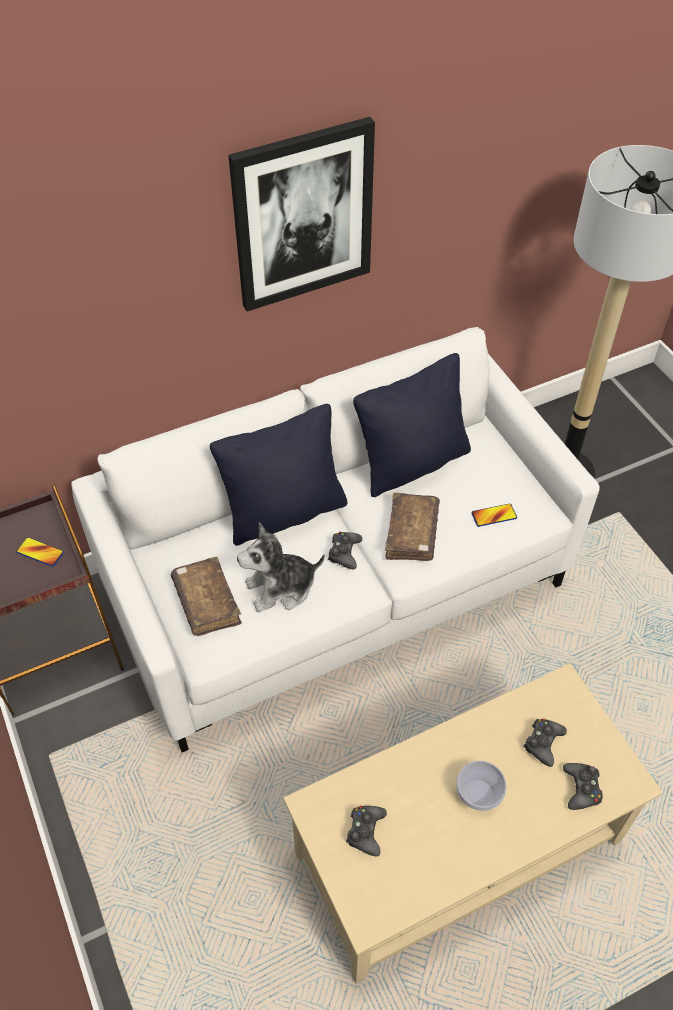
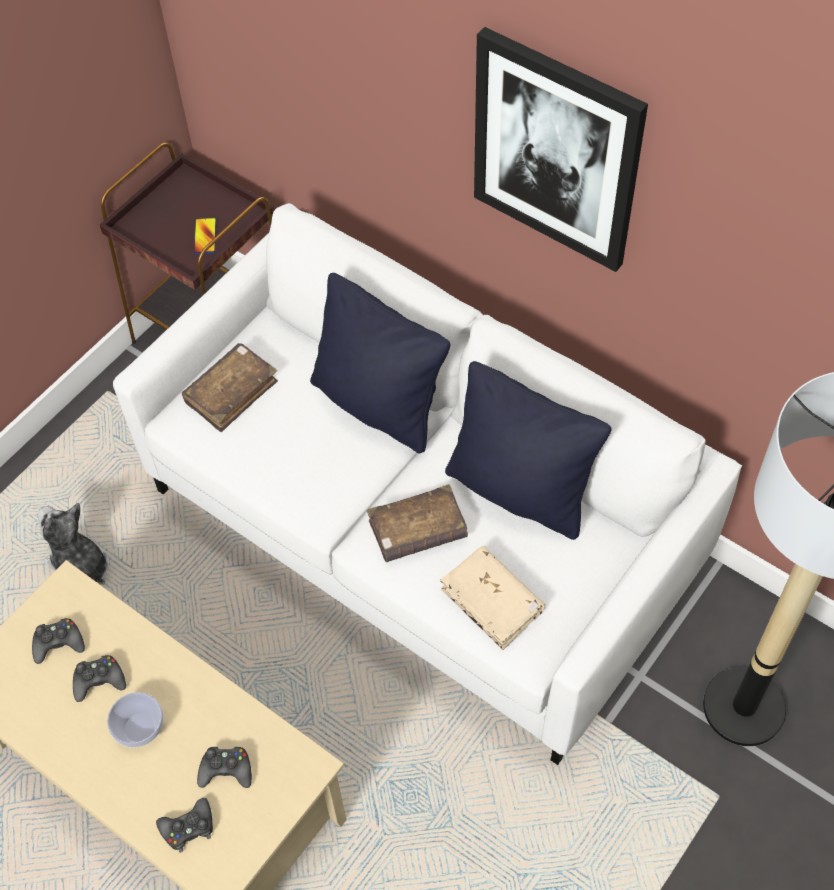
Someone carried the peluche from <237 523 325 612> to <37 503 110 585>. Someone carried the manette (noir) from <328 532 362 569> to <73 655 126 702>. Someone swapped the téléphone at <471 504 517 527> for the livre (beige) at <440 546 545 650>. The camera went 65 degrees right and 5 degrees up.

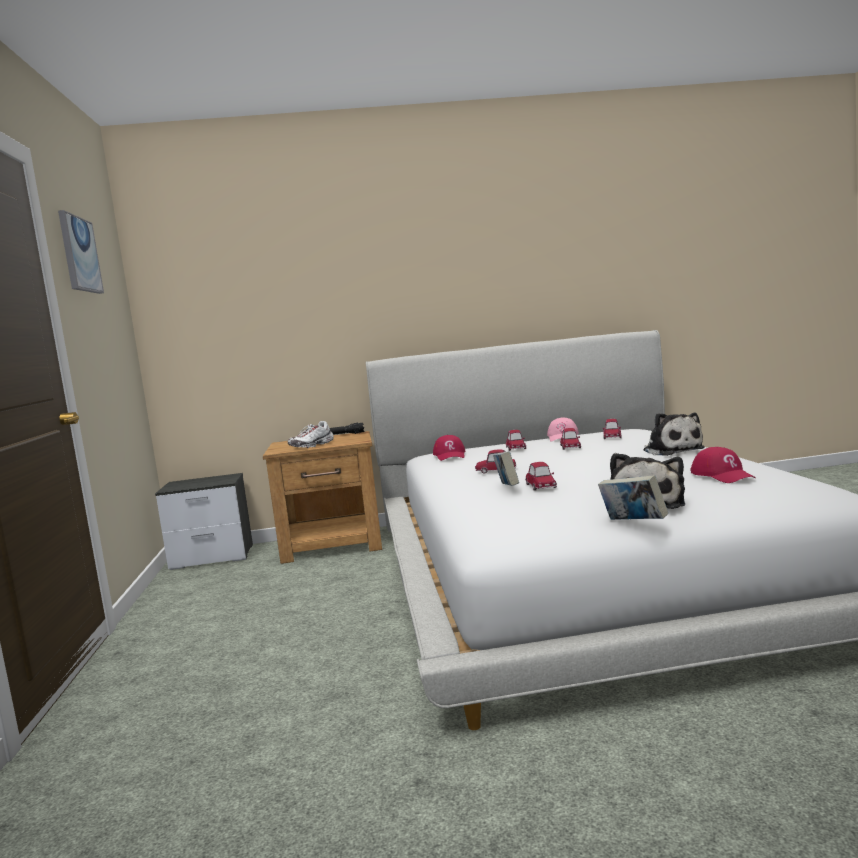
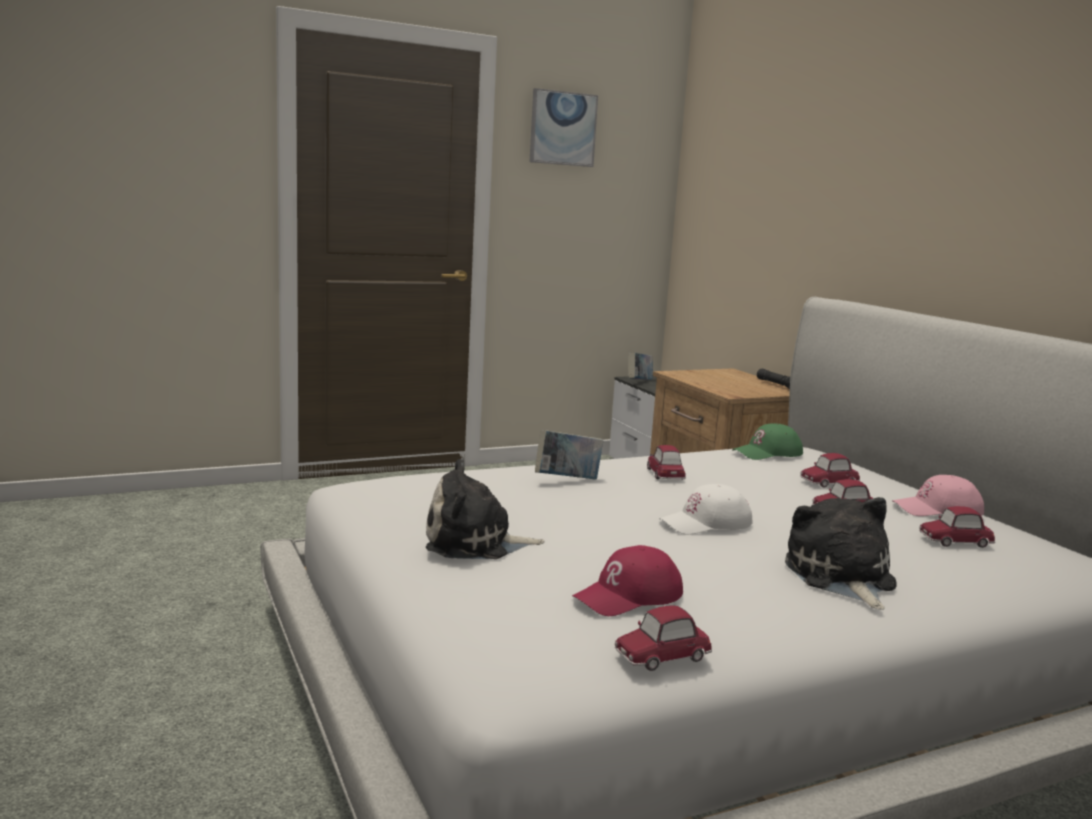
Someone carried the petite voiture from <525 462 557 491> to <615 605 712 671>. Someone carried the livre from <598 475 668 520> to <628 352 653 380>. Someone put down the casquette (blanc) at <659 484 752 535>. Someone repainted the casquette (rouge) at <433 435 465 461>, which became the casquette (vert) at <732 423 803 460>. Someone rotated the peluche at <643 413 705 456> by 120 degrees clockwise. Someone took away the chaussure (blanc) at <287 421 334 448>. The camera went 70 degrees right and 5 degrees up.

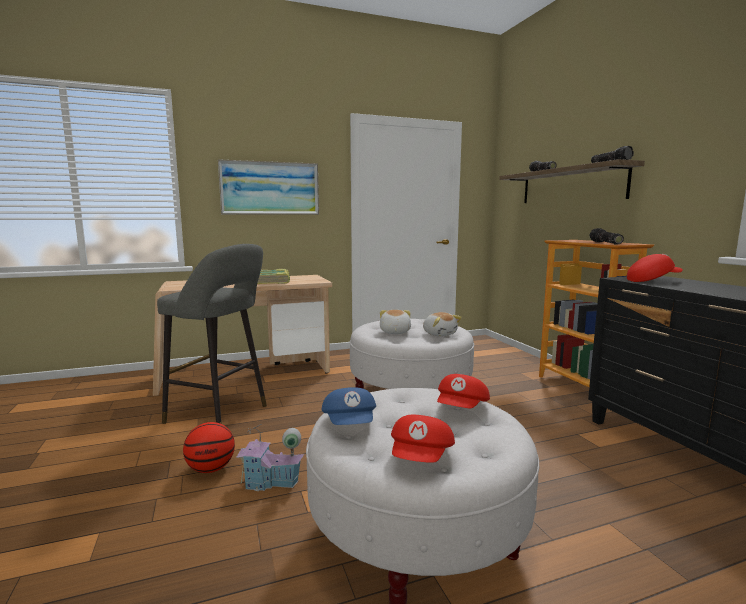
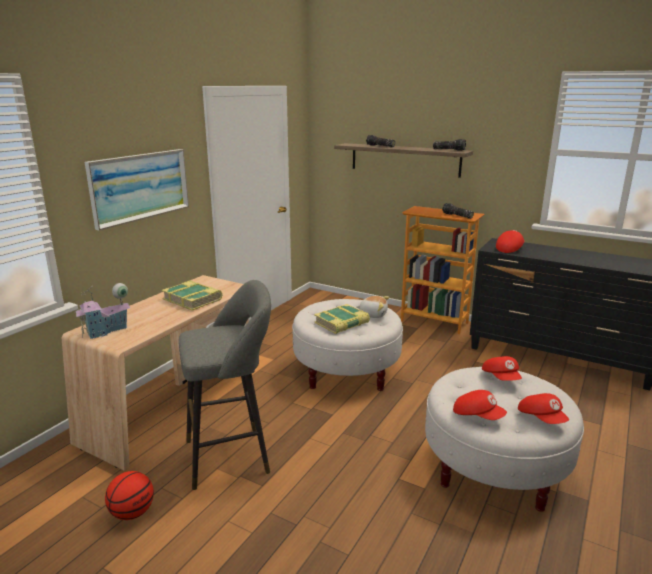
Someone carried the maison miniature from <236 424 304 491> to <75 283 130 339>. Someone carried the ballon de basket from <183 422 235 473> to <105 471 154 520>. Someone swapped the peluche at <380 310 411 334> for the livre at <314 304 370 334>. Someone repainted the casquette (bleu) at <321 387 376 425>, which became the casquette (rouge) at <453 390 507 420>. The camera went 40 degrees left and 10 degrees up.

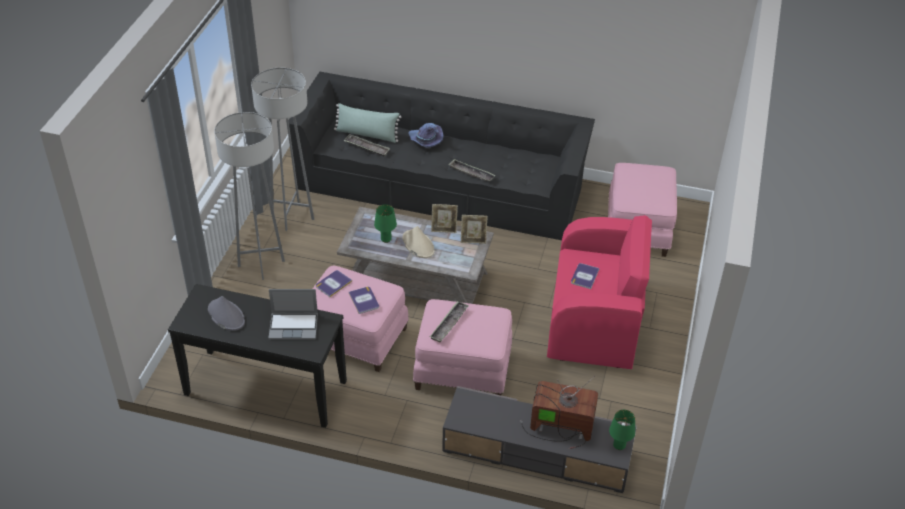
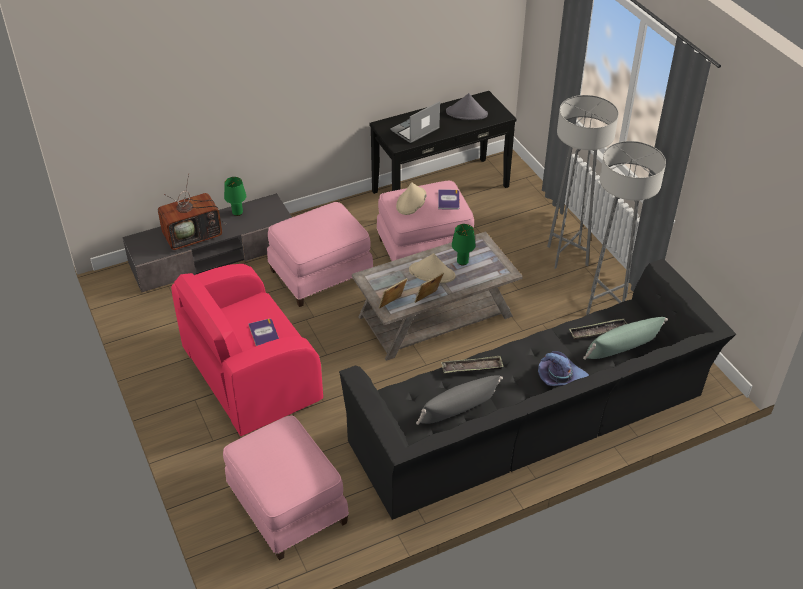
Someone carried the lampe de table (vert) from <609 410 635 450> to <224 177 246 216>. Someone swapped the livre at <348 287 379 314> for the chapeau (beige) at <396 182 426 215>. Someone put down the coussin (gris) at <416 375 503 425>. Someone took away the plateau at <430 301 469 342>. The camera went 140 degrees right and 0 degrees up.

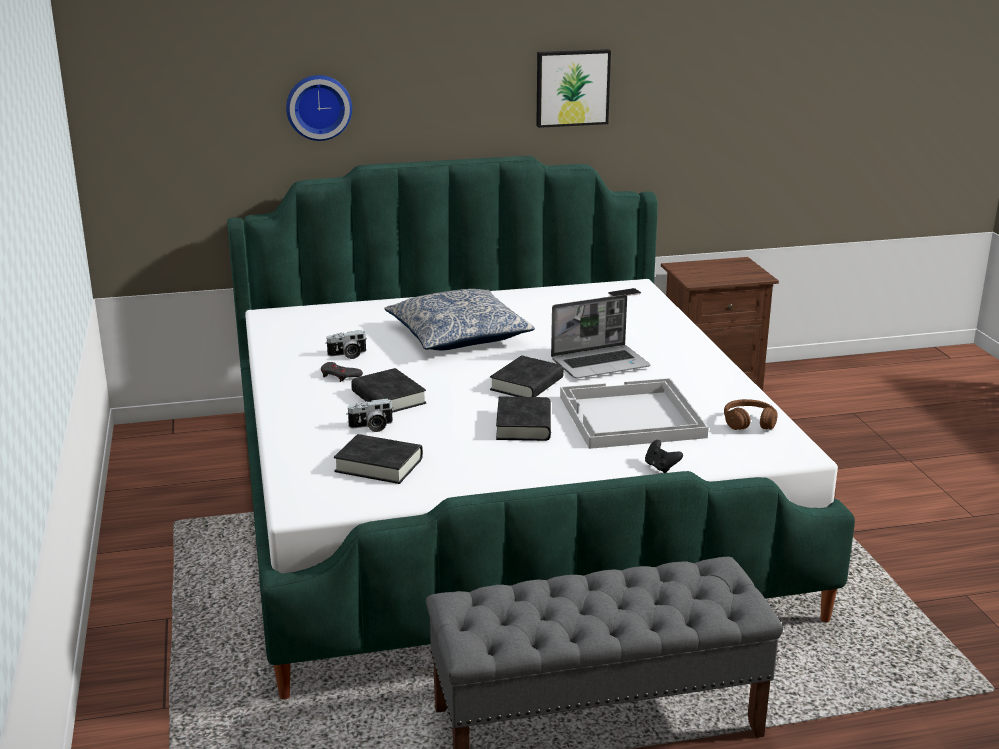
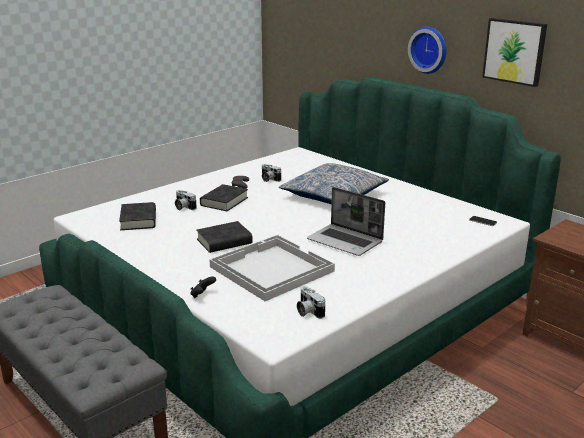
Someone swapped the casque audio (marron) at <724 399 778 430> for the appareil photo at <297 286 325 319>. Someone carried the horloge murale from <286 75 352 141> to <408 26 447 74>. Someone took away the livre (noir) at <490 355 564 397>. The camera went 60 degrees right and 0 degrees up.

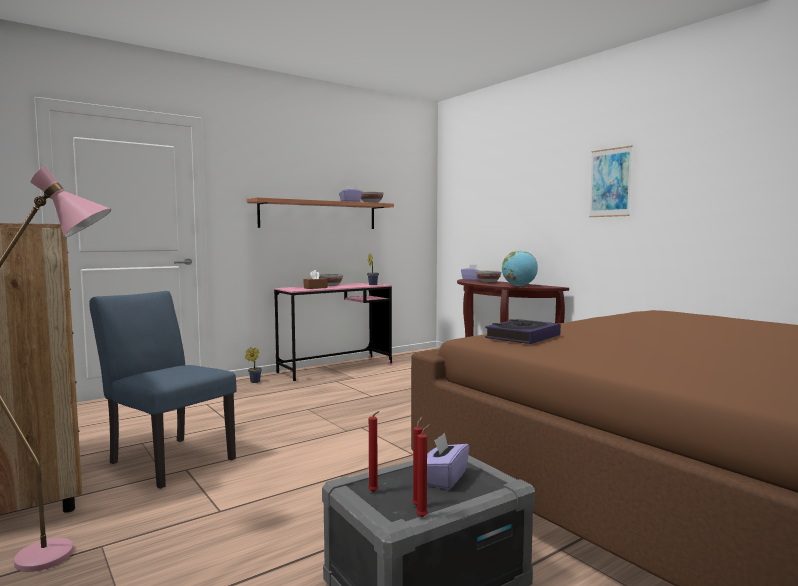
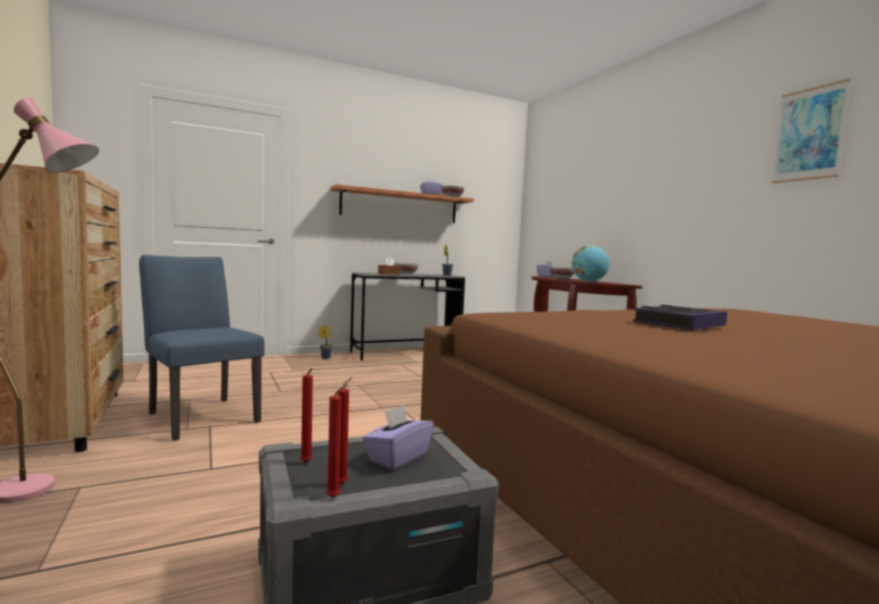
Someone repainted the bureau (rose) at <274 283 393 381>, which became the bureau (gris) at <350 272 465 360>. Someone carried the livre from <485 319 561 344> to <633 305 727 330>. Someone carried the tableau from <589 145 632 217> to <772 79 850 183>. The camera went 10 degrees right and 0 degrees up.

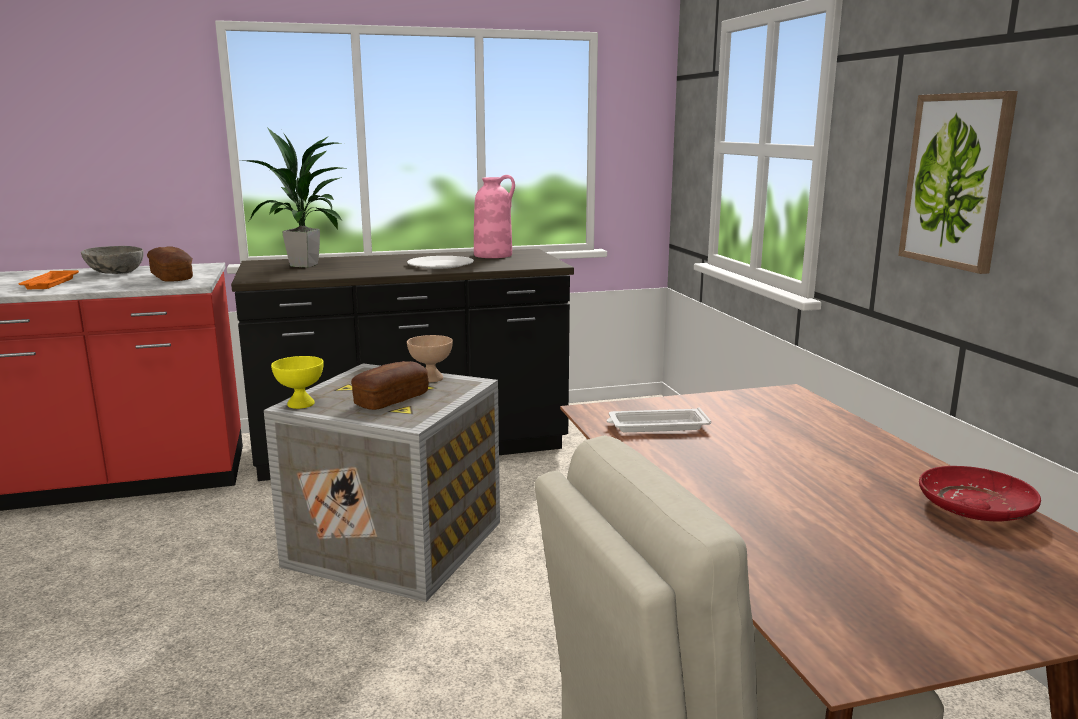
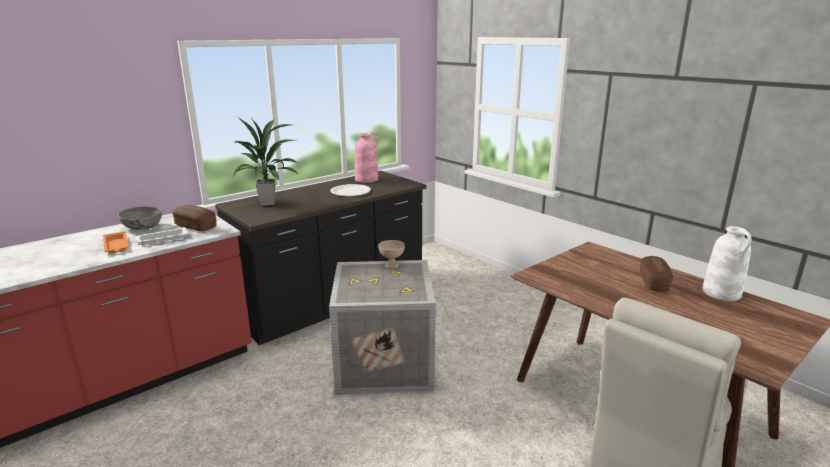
Someone carried the plateau (blanc) from <607 407 711 432> to <134 227 189 245>. Someone carried the pain from <351 361 429 410> to <640 256 673 292>. Someone swapped the assiette (rouge) at <919 466 1041 521> for the vase (blanc) at <702 226 751 301>. Someone took away the bol (jaune) at <271 356 324 409>. Someone took away the tableau at <898 91 1018 274>. The camera went 25 degrees left and 5 degrees up.

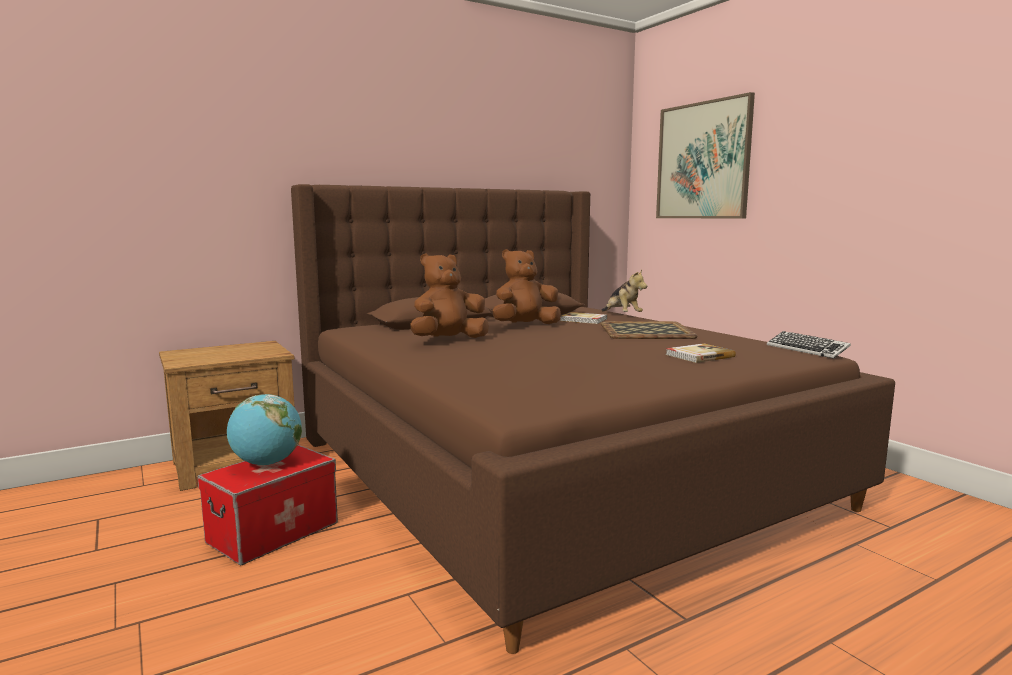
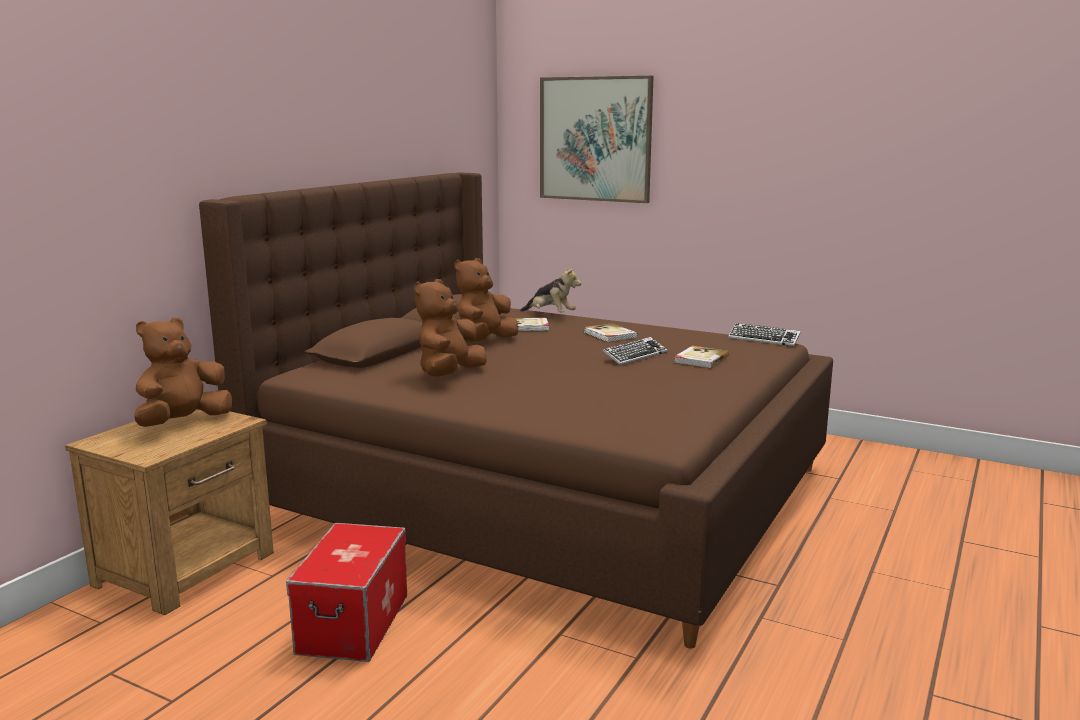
Someone put down the peluche (marron) at <134 317 232 427>. Someone swapped the plateau at <601 321 698 339> for the livre at <584 323 638 342>. Someone put down the clavier at <603 337 668 365>. Someone took away the globe at <227 394 302 465>. The camera went 30 degrees left and 5 degrees up.

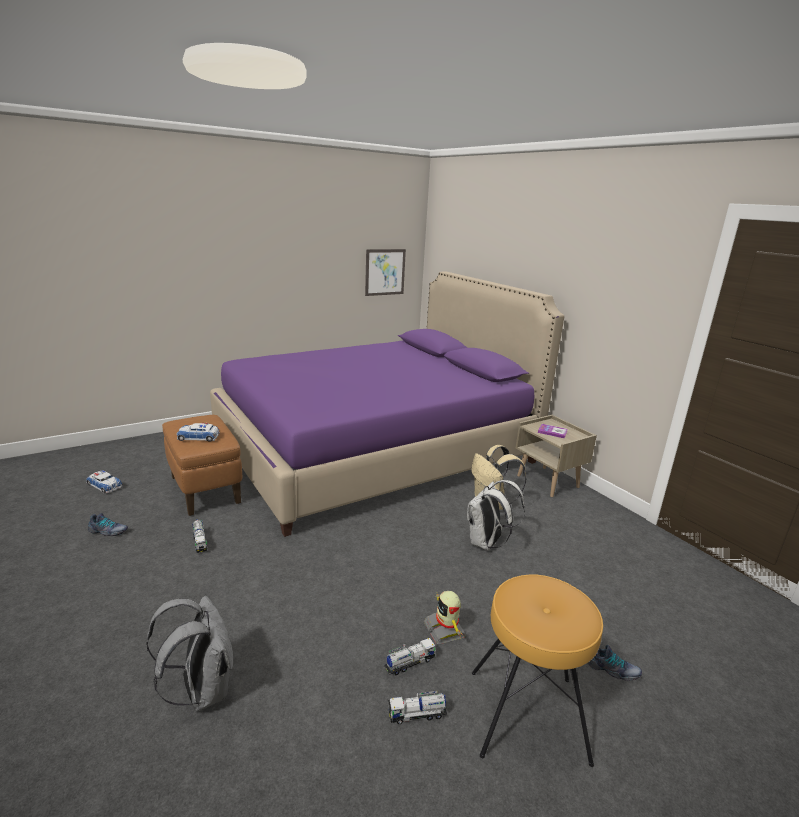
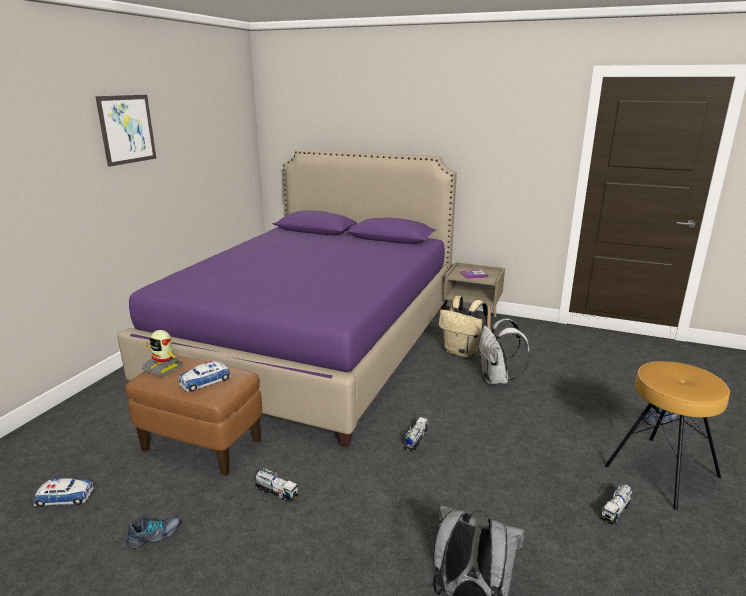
Someone carried the tableau from <365 249 406 296> to <95 95 156 167>. Someone carried the robot jouet from <424 591 466 644> to <142 330 183 377>. Someone carried the camion jouet from <384 638 436 675> to <404 417 428 451>. The camera went 35 degrees left and 0 degrees up.

